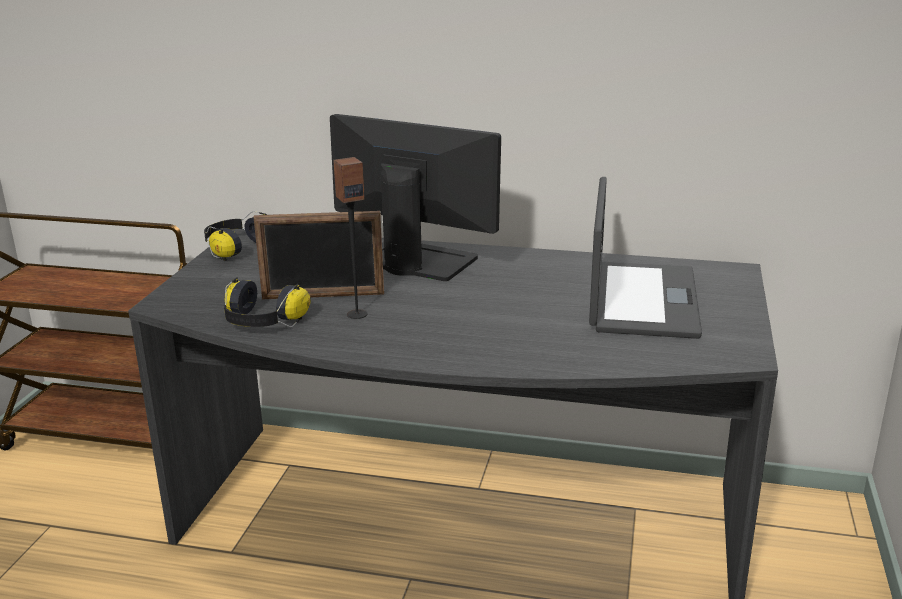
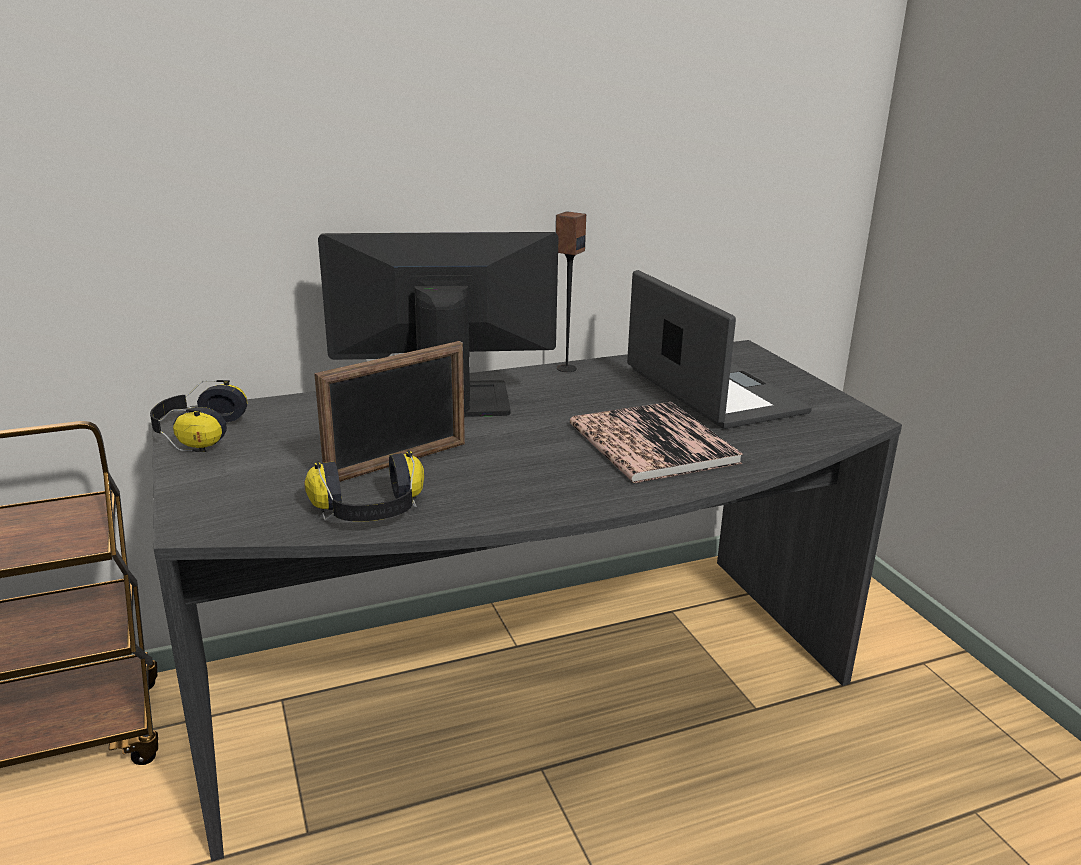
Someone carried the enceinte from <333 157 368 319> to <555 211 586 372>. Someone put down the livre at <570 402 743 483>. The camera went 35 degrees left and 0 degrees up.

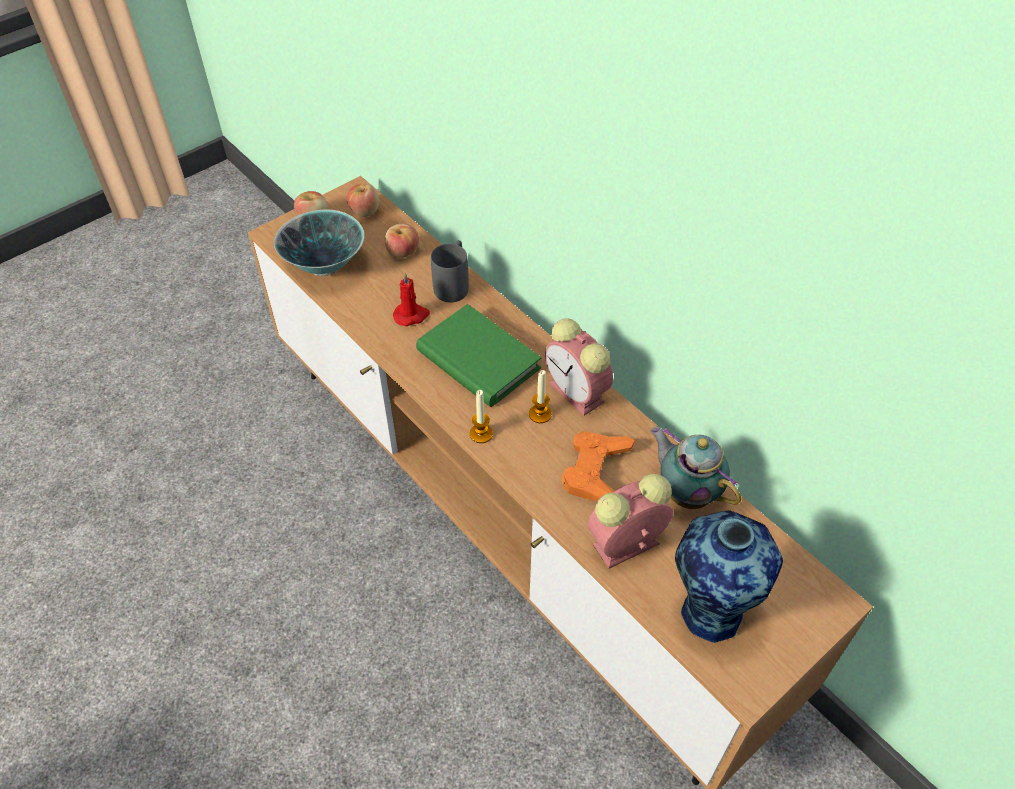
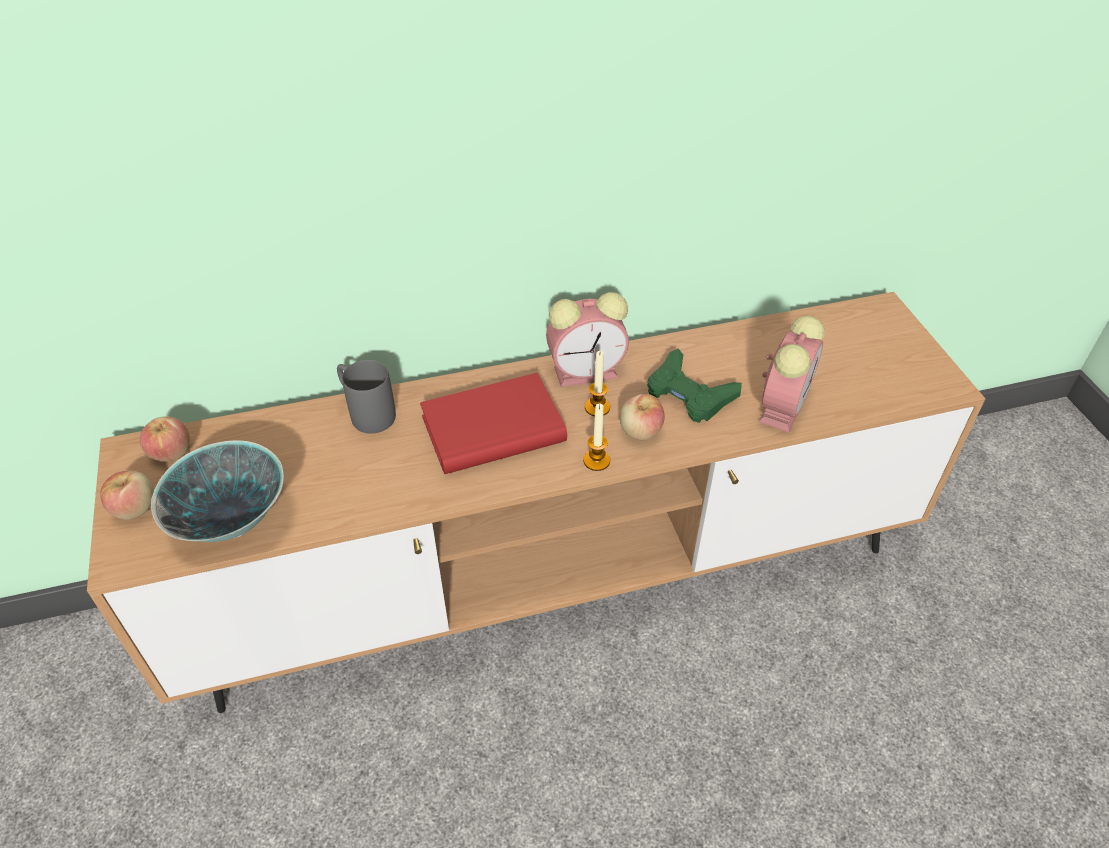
Someone repainted the livre (vert) at <416 304 541 407>, which became the livre (rouge) at <420 373 567 474>. Someone carried the pomme from <385 223 419 258> to <620 394 665 441>. Someone repainted the manette (orange) at <562 431 634 502>, which became the manette (vert) at <647 349 742 423>. Someone rotated the réveil at <588 474 673 569> by 150 degrees counterclockwise. Someone took away the bougie (rouge) at <393 273 430 326>. Someone took away the théière at <650 427 741 509>. Someone took away the vase at <675 510 783 643>. The camera went 65 degrees left and 5 degrees down.

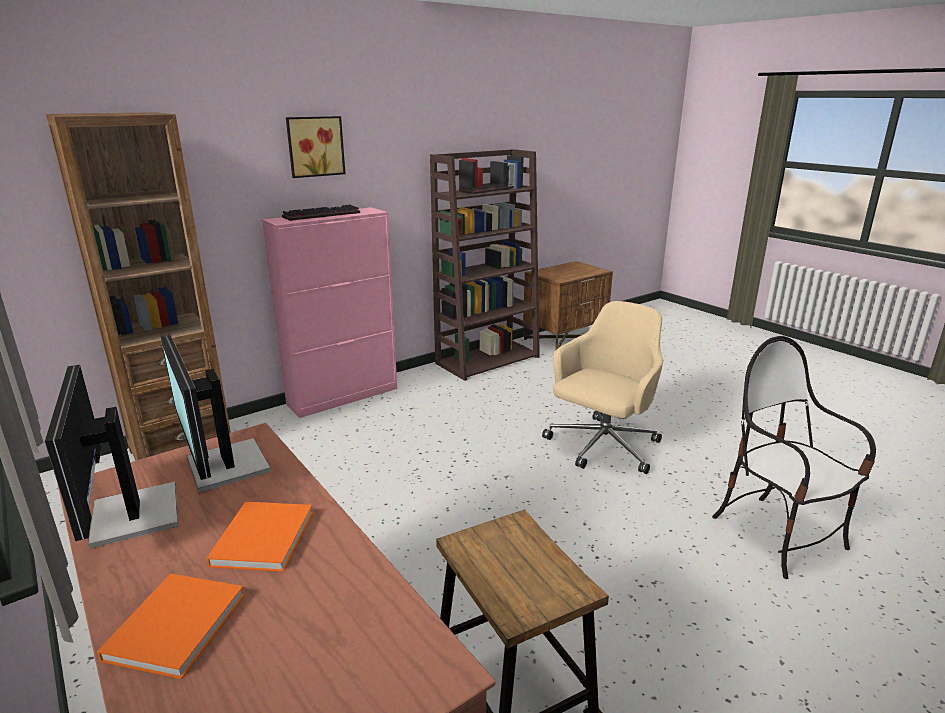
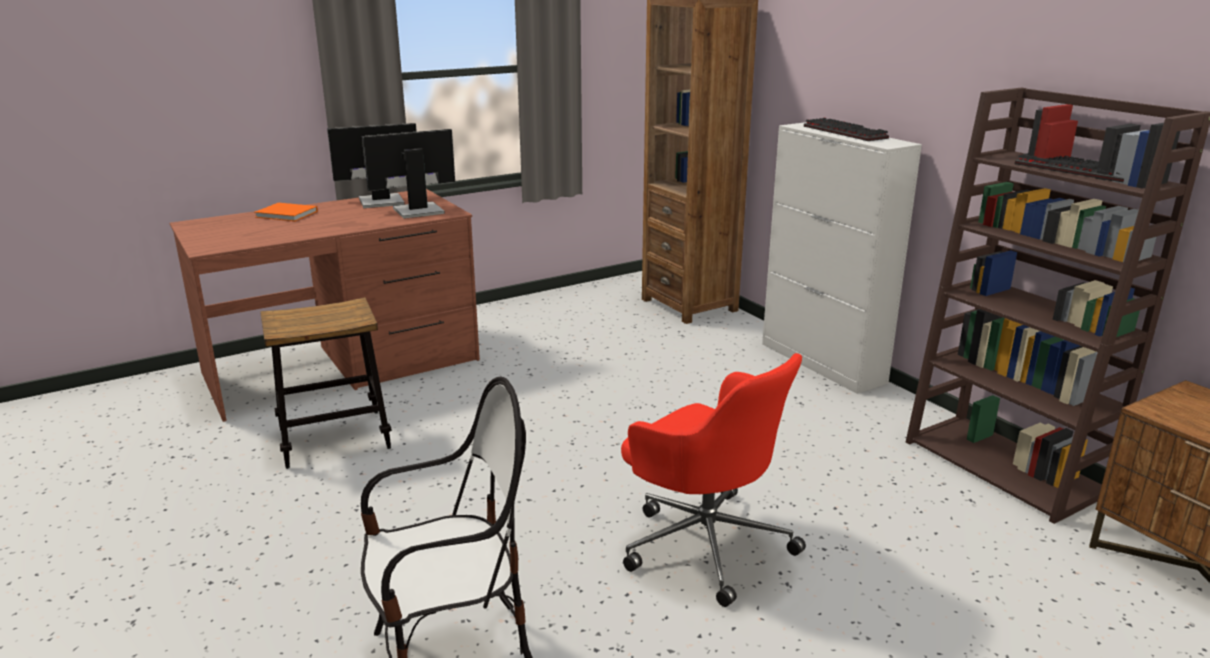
Someone repainted the chaise de bureau (beige) at <542 301 663 474>, which became the chaise de bureau (rouge) at <621 353 806 607>. Someone repainted the meuble de rangement (rose) at <262 207 397 418>, which became the meuble de rangement (blanc) at <762 122 922 394>. Someone took away the livre (orange) at <206 502 313 572>. Someone took away the tableau at <286 116 345 178>. The camera went 95 degrees right and 0 degrees up.

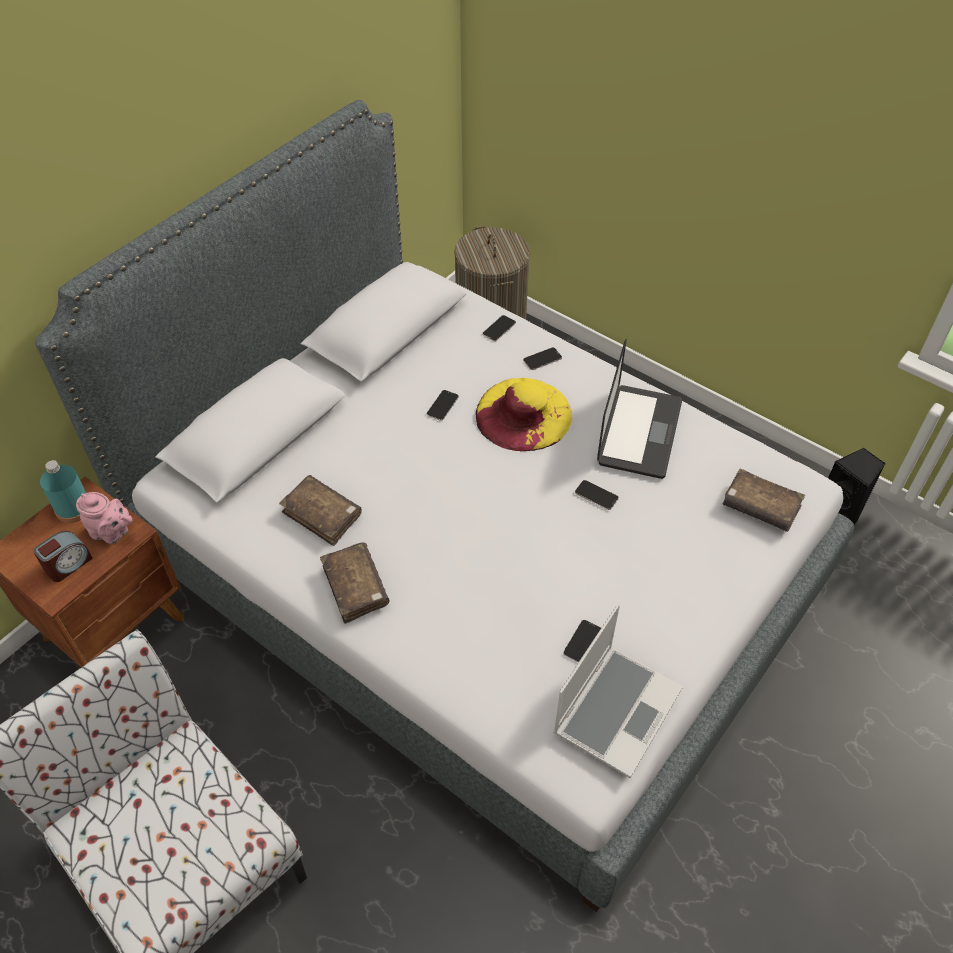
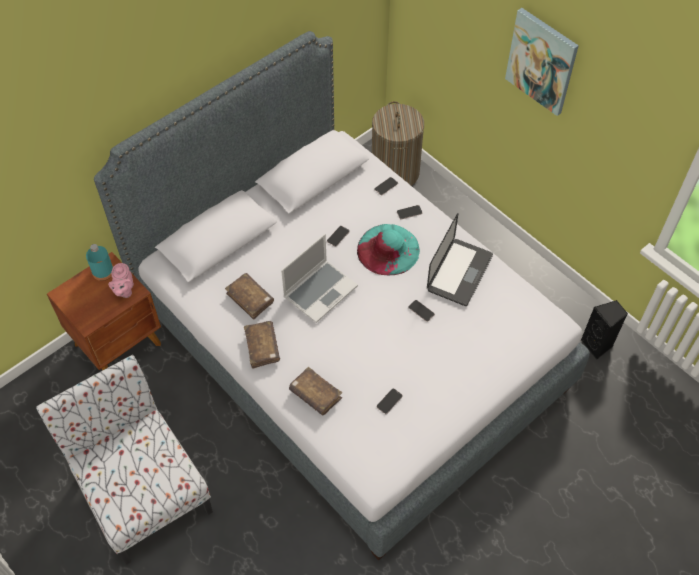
Someone rotated the théière (rose) at <76 492 132 544> by 60 degrees clockwise. Someone carried the ordinateur portable from <553 604 683 778> to <281 234 358 323>. Someone carried the livre (marron) from <723 469 805 532> to <289 367 342 416>. Someone repainted the chapeau (jaune) at <476 378 572 451>, which became the chapeau (turquoise) at <357 224 420 276>. Someone put up the tableau at <505 8 579 116>. Someone took away the réveil at <33 531 93 582>. The camera went 10 degrees right and 5 degrees up.

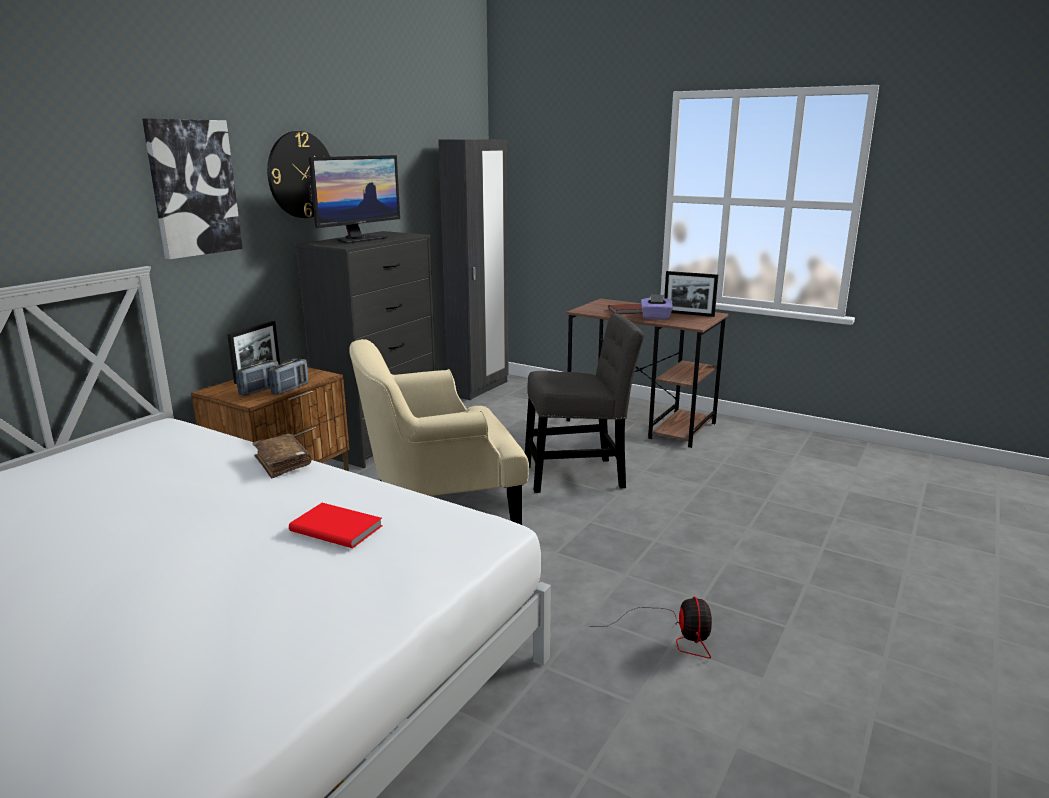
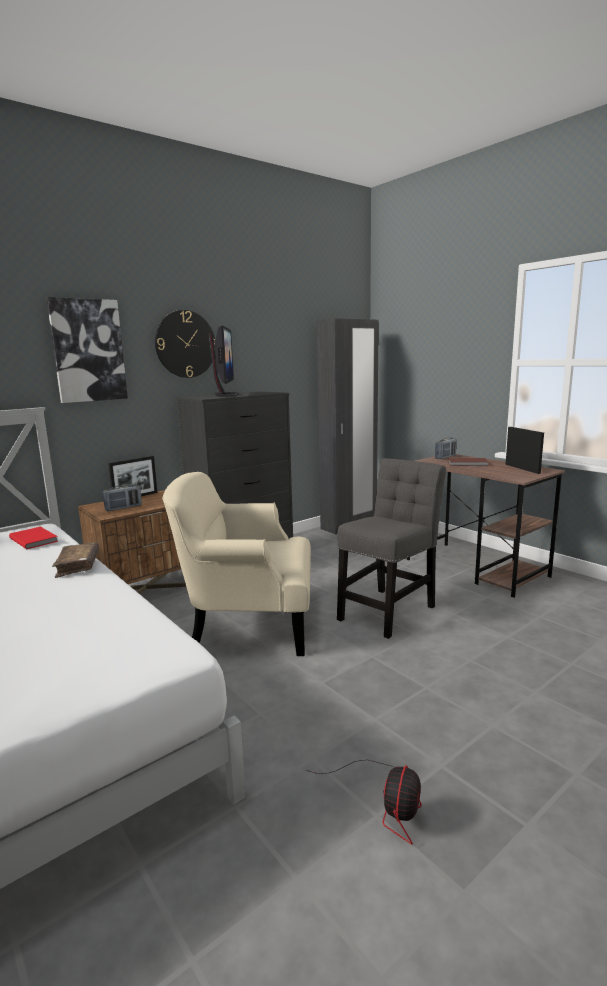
Someone carried the livre (rouge) from <289 503 383 548> to <9 527 58 549>. Someone rotated the écran d'ordinateur at <308 155 400 244> by 60 degrees counterclockwise. Someone rotated the chaise (gris) at <525 313 644 493> by 60 degrees counterclockwise. Someone carried the radio from <269 359 308 395> to <435 437 457 459>. Someone rotated the cadre photo at <664 271 718 317> by 150 degrees counterclockwise. Someone took away the boîte à mouchoirs (violet) at <641 294 673 319>. The camera went 20 degrees right and 5 degrees down.

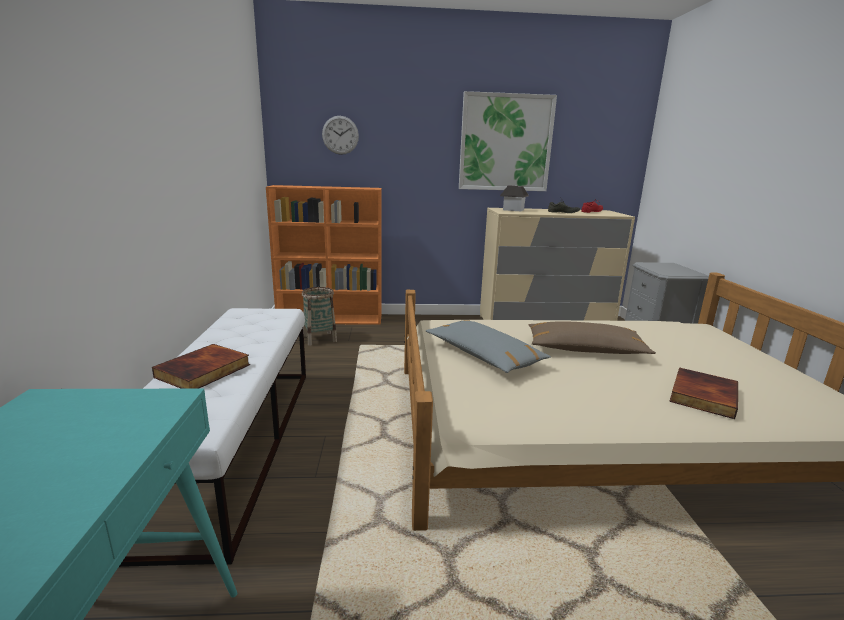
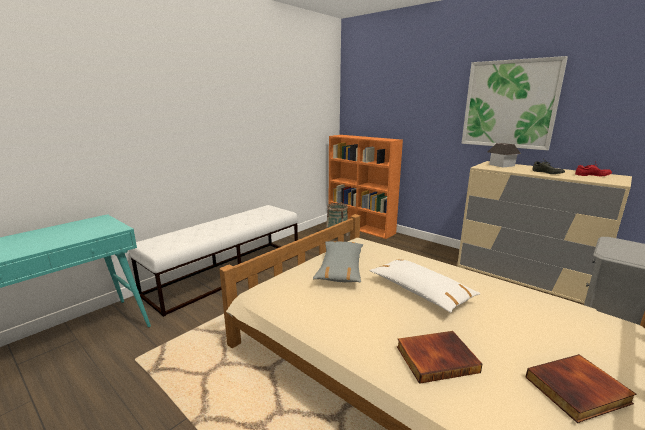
Someone repainted the coussin (marron) at <529 322 656 354>, which became the coussin (blanc) at <370 259 480 313>. Someone carried the livre from <152 344 250 389> to <526 354 637 423>. Someone took away the horloge murale at <322 116 359 155>. The camera went 45 degrees right and 0 degrees up.

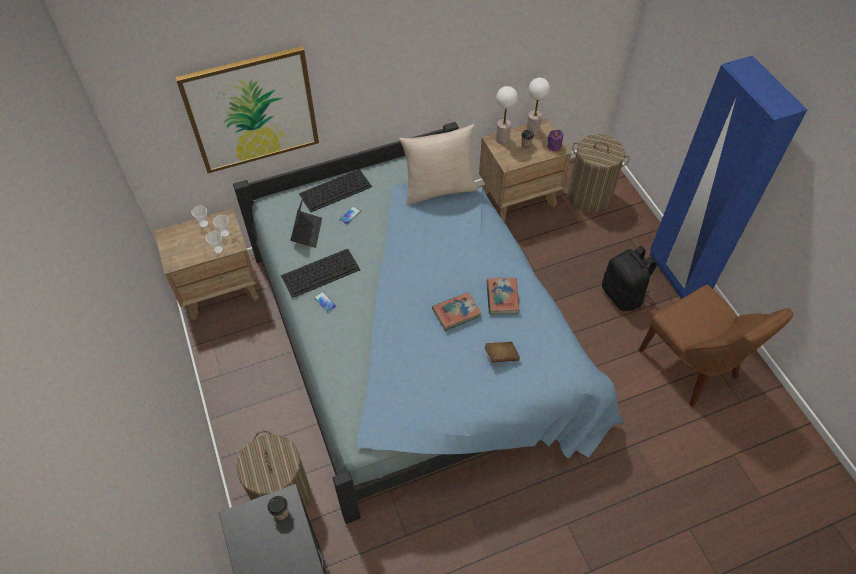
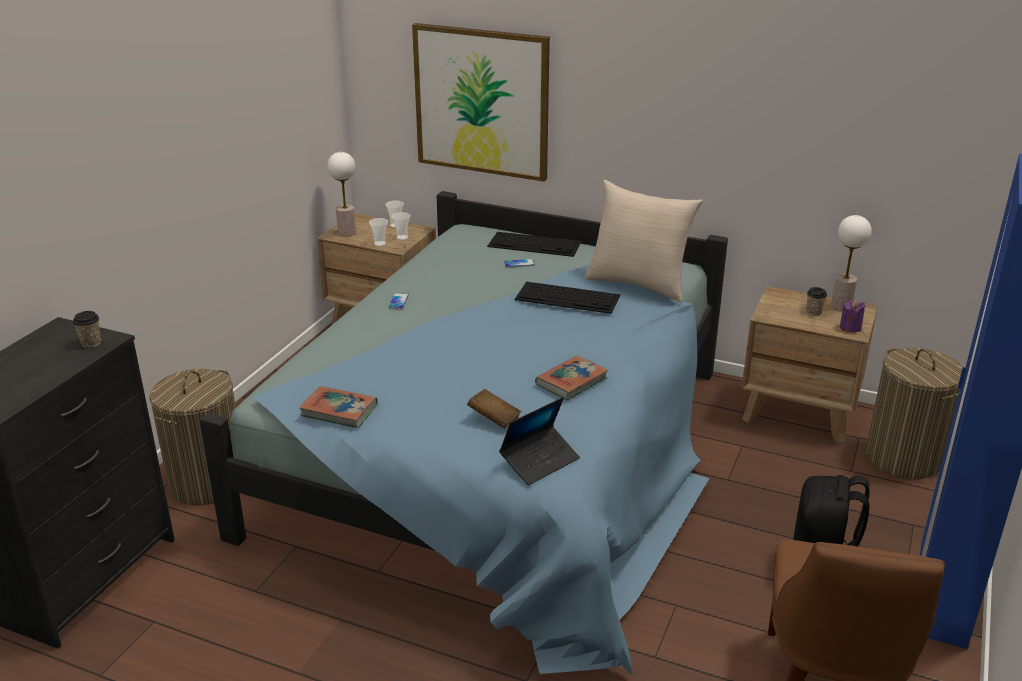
Someone carried the livre from <432 292 482 331> to <299 386 378 428>. Someone carried the lampe de table from <496 86 518 144> to <327 152 356 237>. Someone carried the ordinateur portable from <290 195 322 248> to <499 397 580 485>. Someone carried the clavier from <281 249 360 298> to <515 282 620 314>. The camera went 45 degrees right and 25 degrees down.

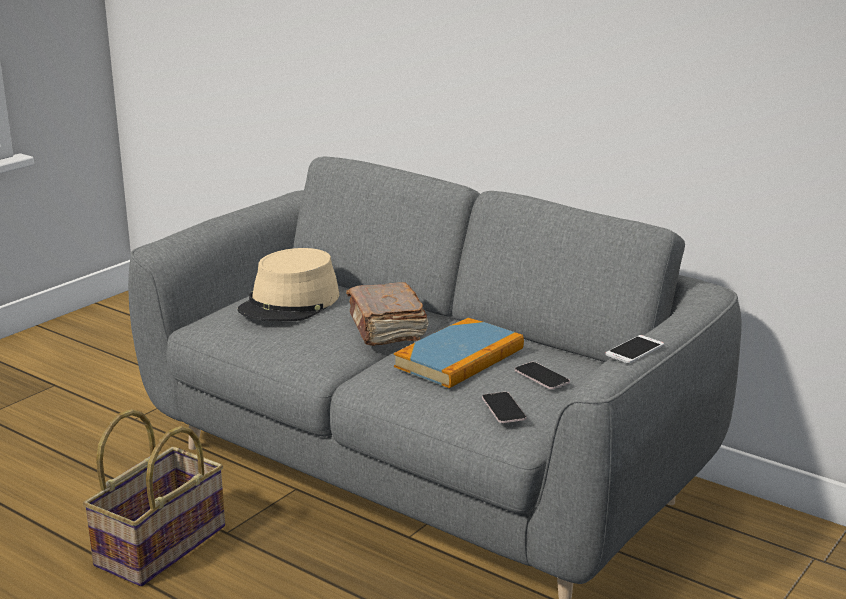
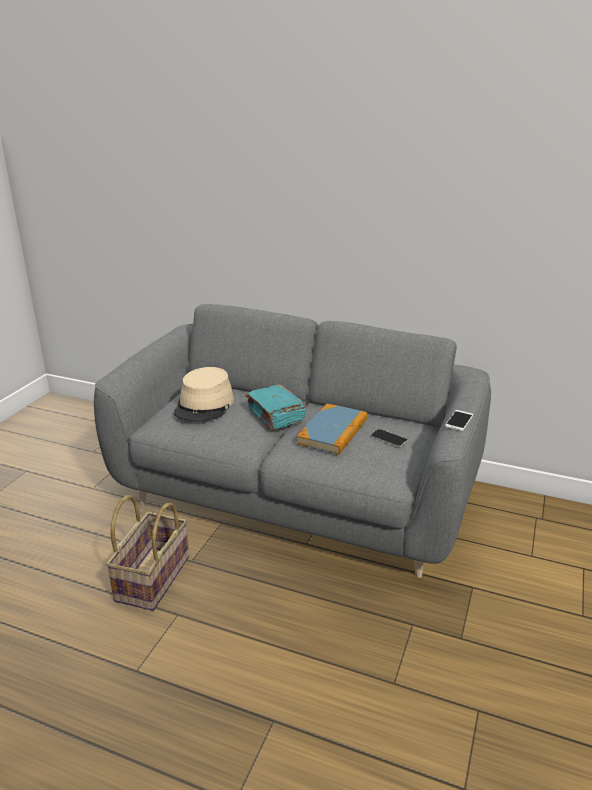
Someone repainted the livre (marron) at <346 282 429 346>, which became the livre (turquoise) at <246 384 306 430>. Someone took away the téléphone at <482 392 527 423>. The camera went 15 degrees left and 5 degrees up.

